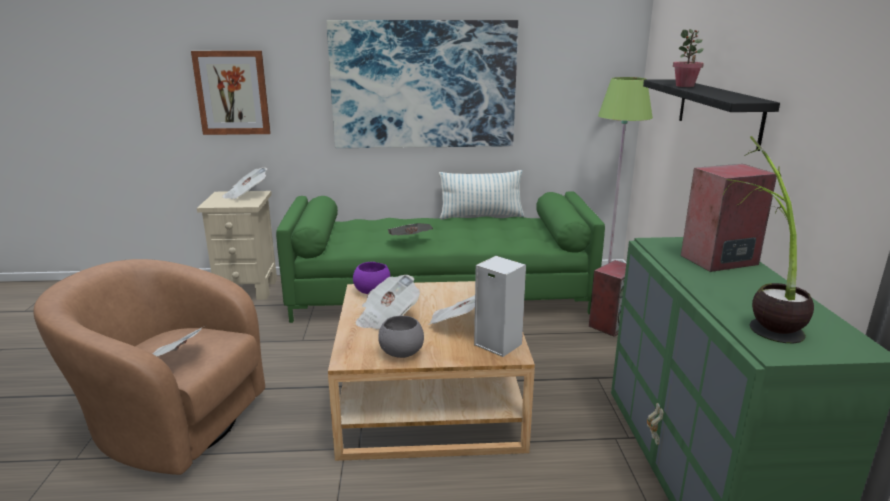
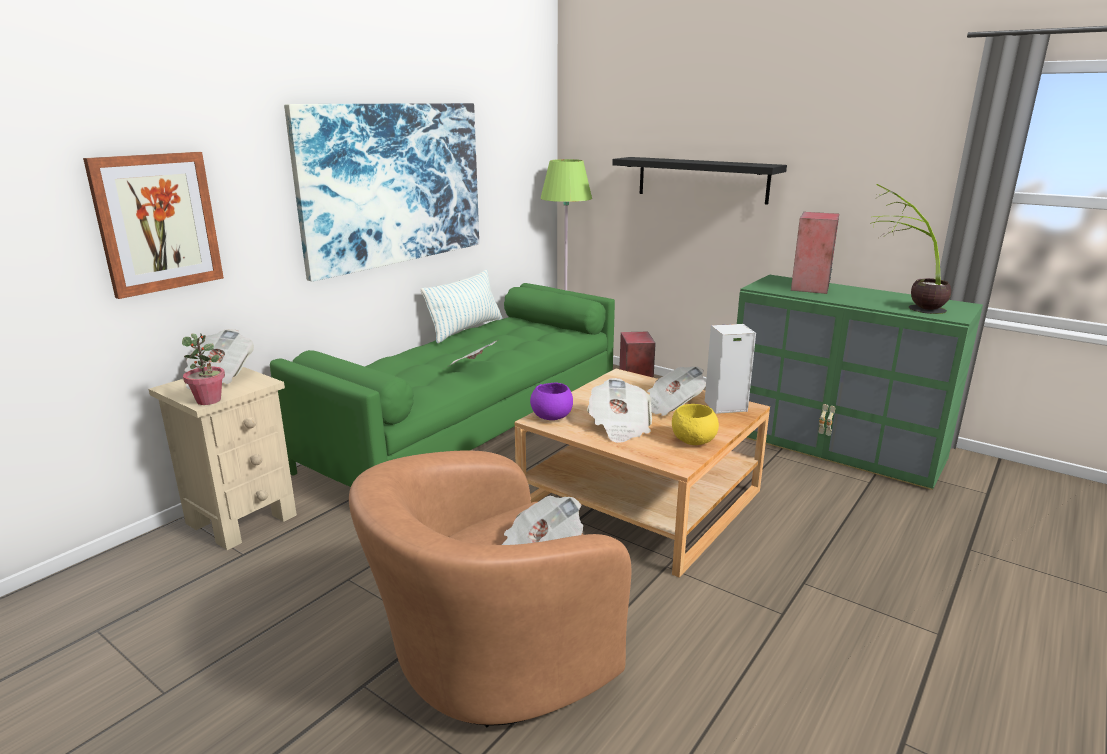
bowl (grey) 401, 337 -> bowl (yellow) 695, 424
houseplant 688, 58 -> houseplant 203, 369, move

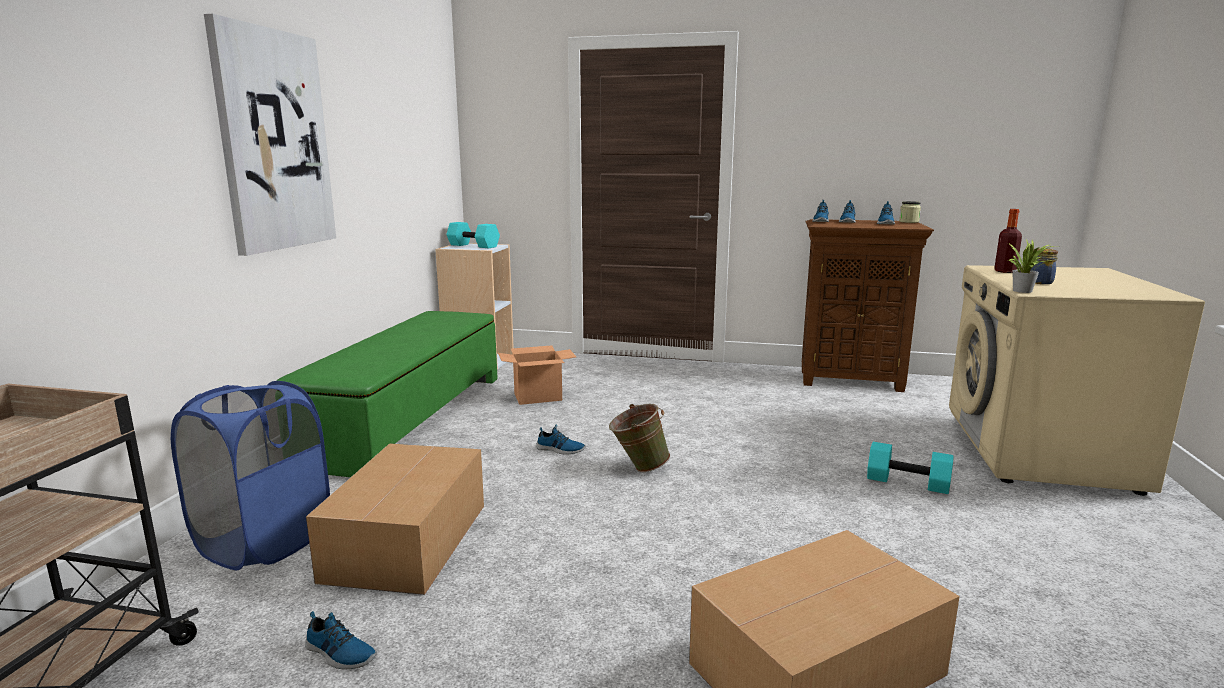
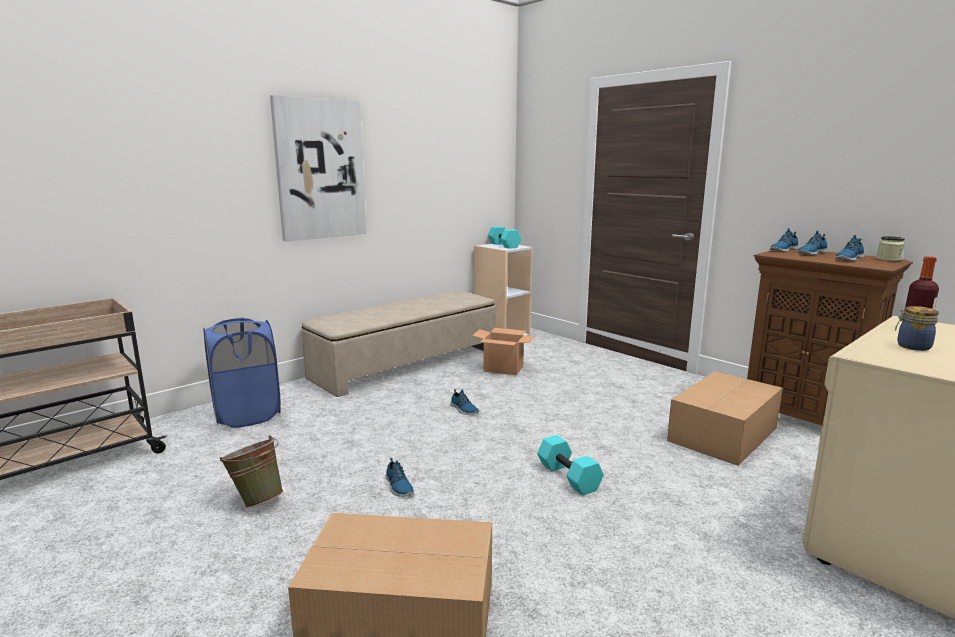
bench (green) 387, 394 -> bench (beige) 399, 344
low shoe 341, 640 -> low shoe 399, 477, move
cardboard box 395, 519 -> cardboard box 725, 418, move
pail (green) 639, 438 -> pail (green) 251, 471, move
hand weight (blue-green) 910, 468 -> hand weight (blue-green) 570, 465, move
houseplant 1030, 266 -> none

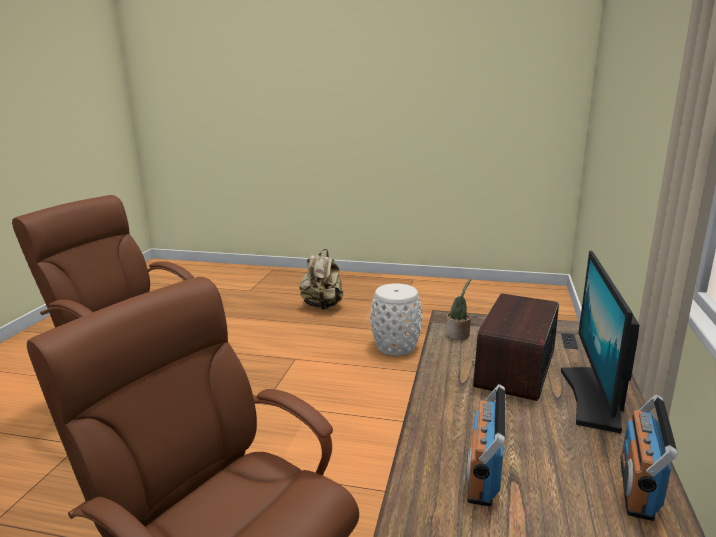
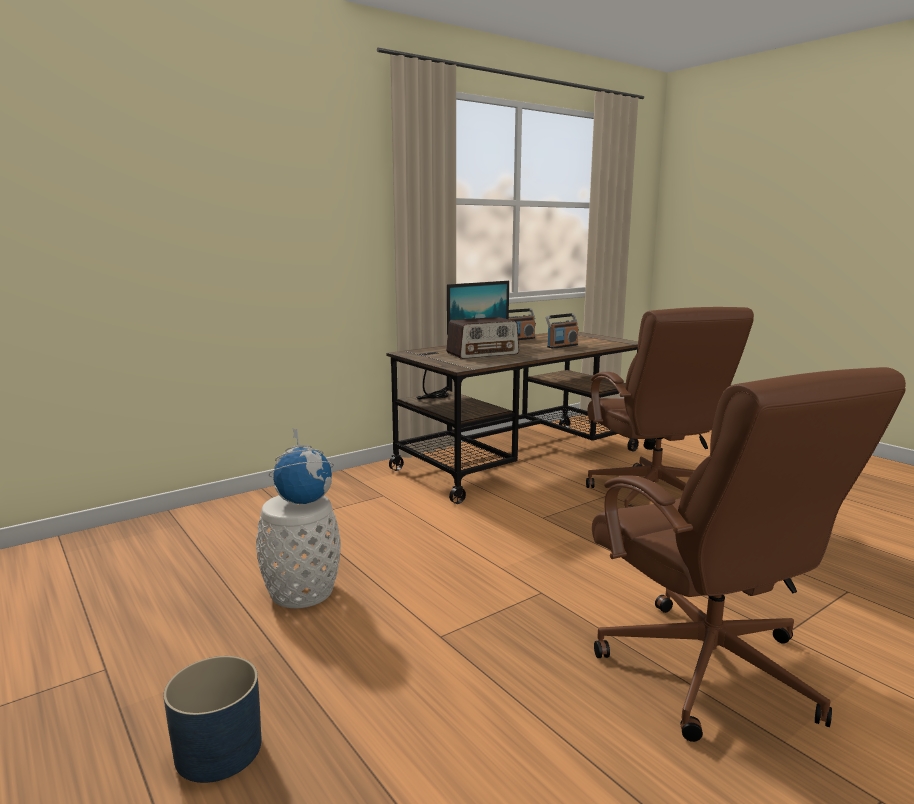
knapsack (beige) 322, 279 -> planter (bluish) 213, 719
houseplant 458, 309 -> none
none -> world globe 301, 466

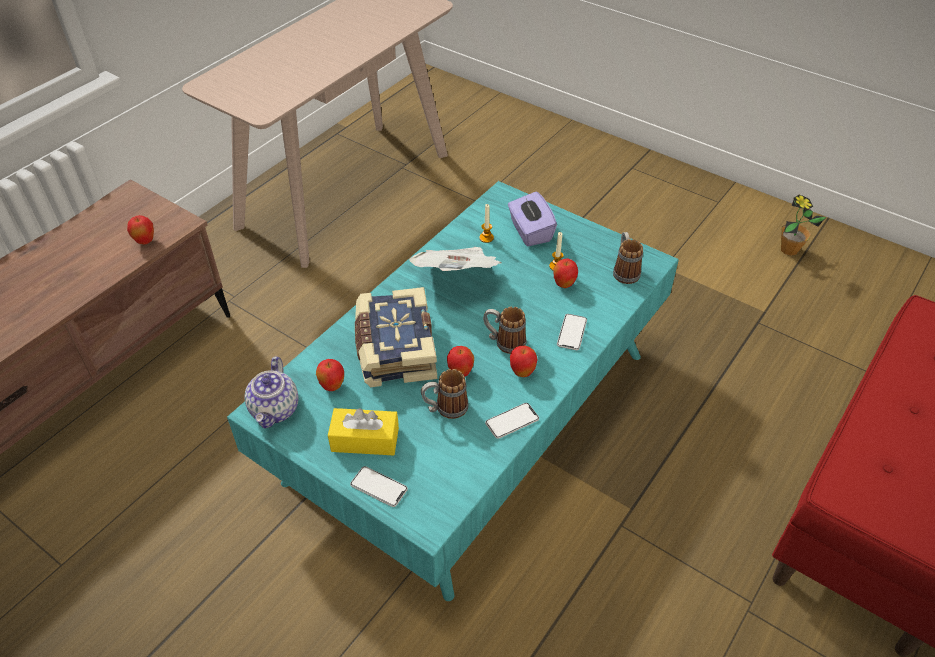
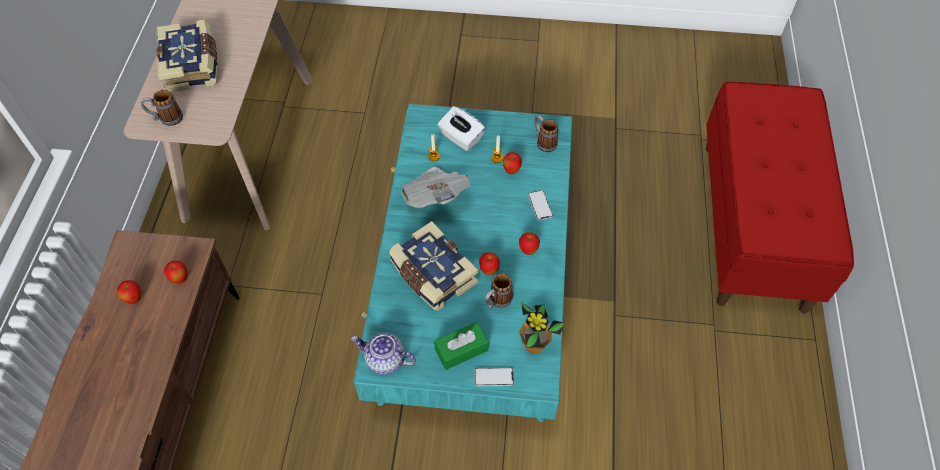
pot for tea 271, 392 -> pot for tea 383, 353, 135 degrees clockwise
apple 330, 375 -> apple 129, 292, move
tissue holder (yellow) 363, 432 -> tissue holder (green) 461, 346
tea mug 504, 330 -> tea mug 162, 108, move
telephone 512, 421 -> none
tissue holder (purple-coloured) 532, 219 -> tissue holder (white-coloured) 461, 128
houseplant 803, 225 -> houseplant 542, 328, move
none -> book 186, 56

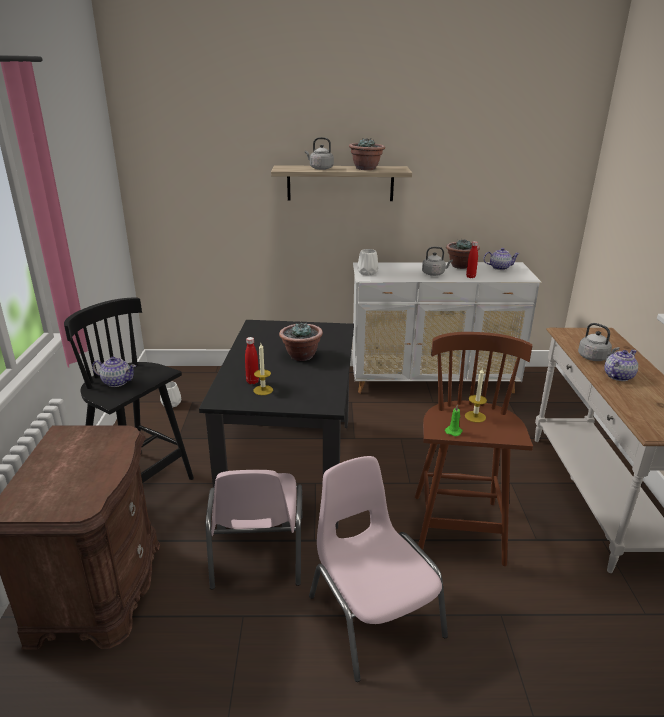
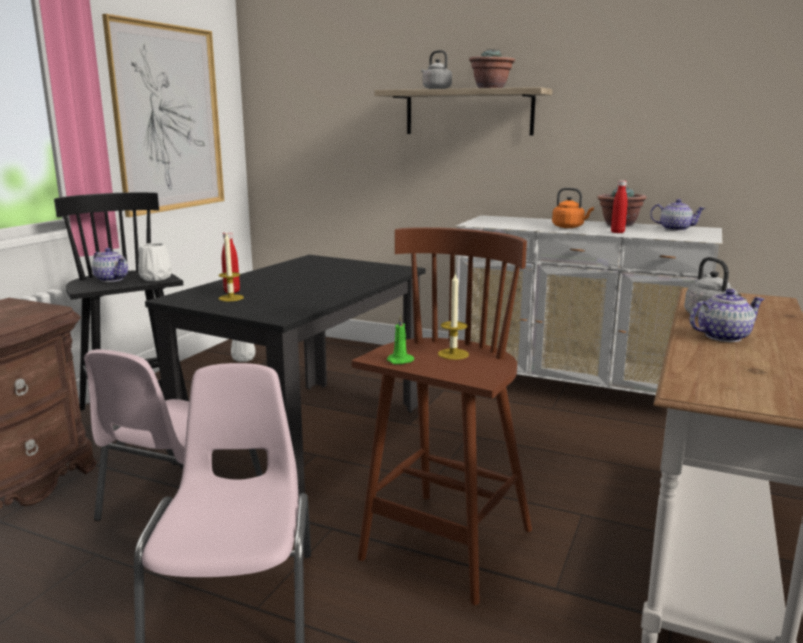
houseplant 301, 342 -> none
flower vase (white-coloured) 367, 262 -> flower vase (white-coloured) 155, 262, move
tea kettle (grey) 437, 261 -> tea kettle (orangey) 573, 208
none -> wall art 163, 115

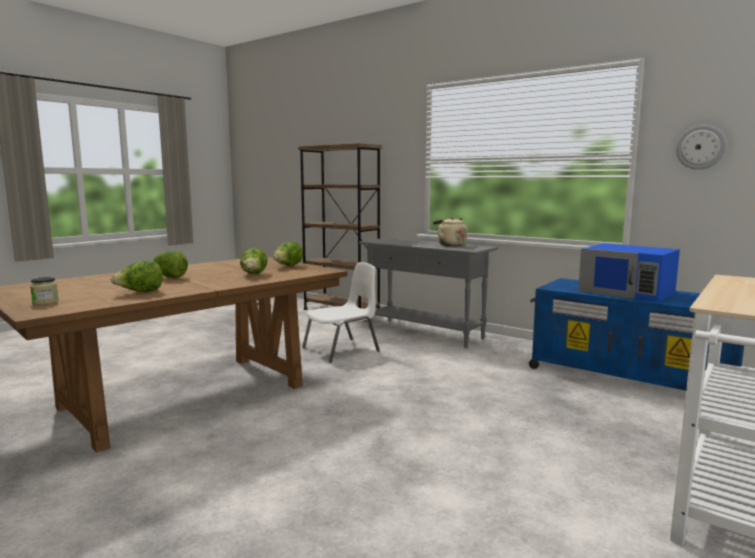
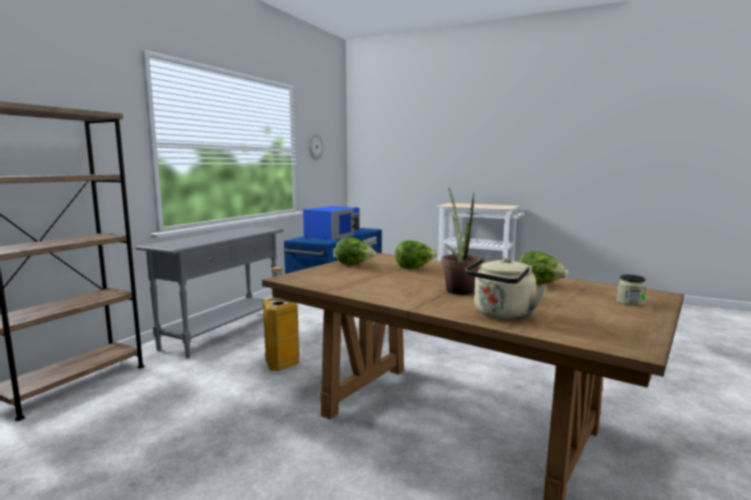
head of lettuce 170, 264 -> houseplant 461, 241
upright chair (white-coloured) 341, 312 -> waste bin 280, 319
tea kettle (beige) 450, 231 -> tea kettle (beige) 506, 288, move

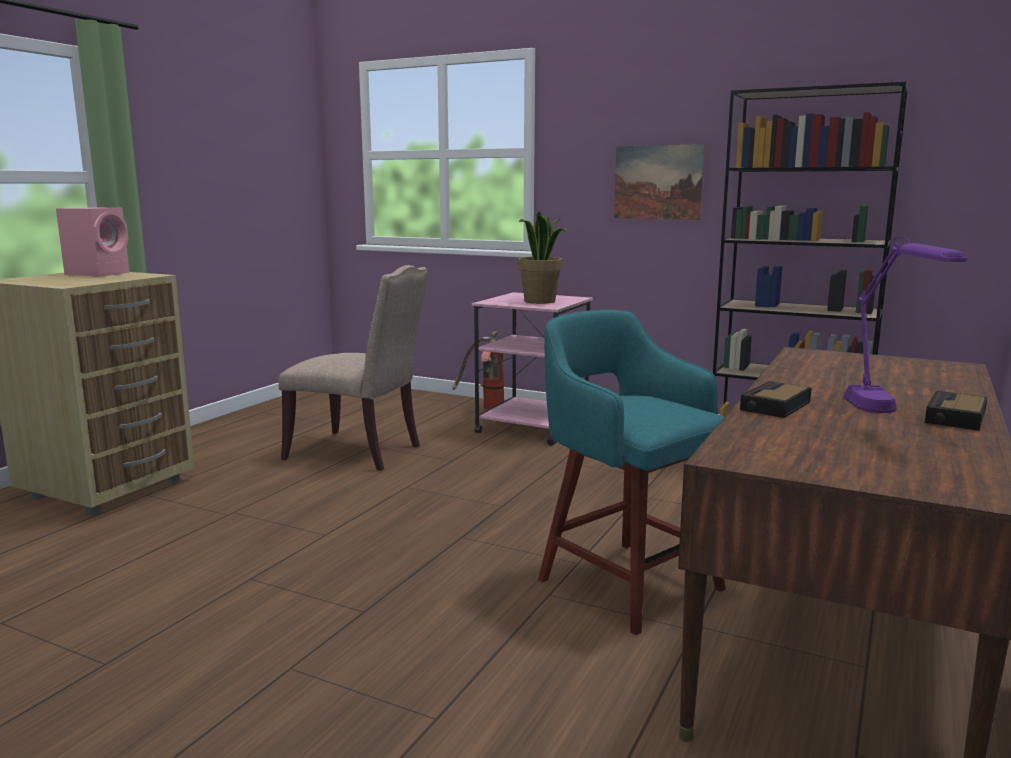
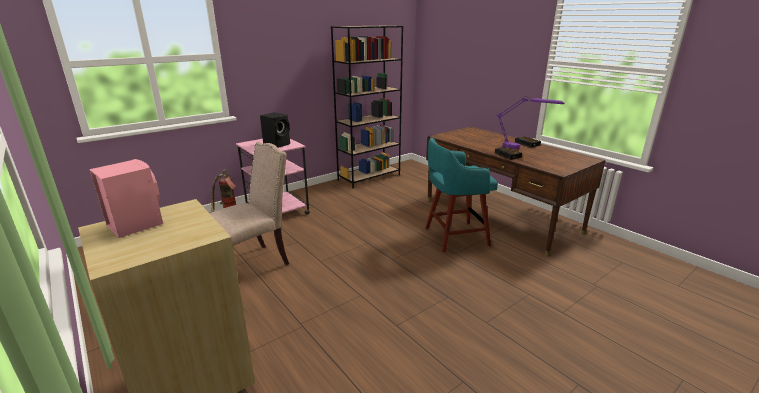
houseplant 542, 258 -> speaker (blackish) 275, 130
wall art 659, 182 -> none

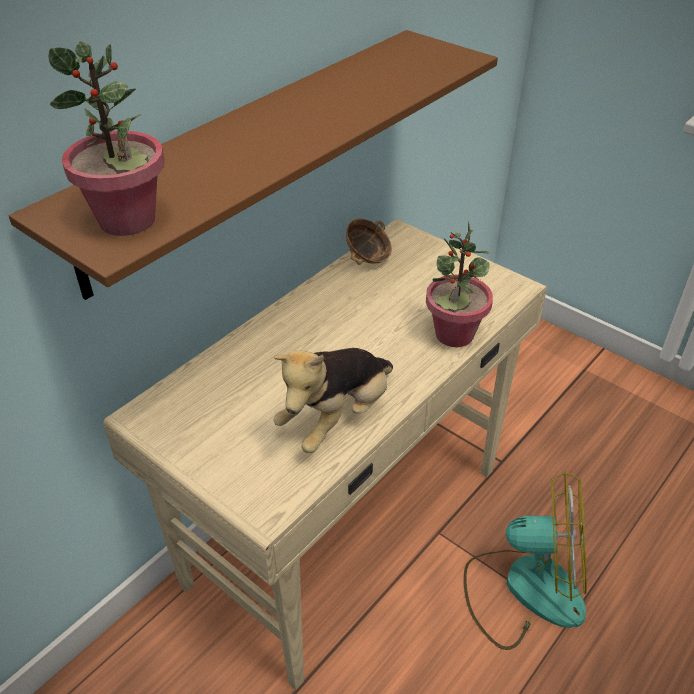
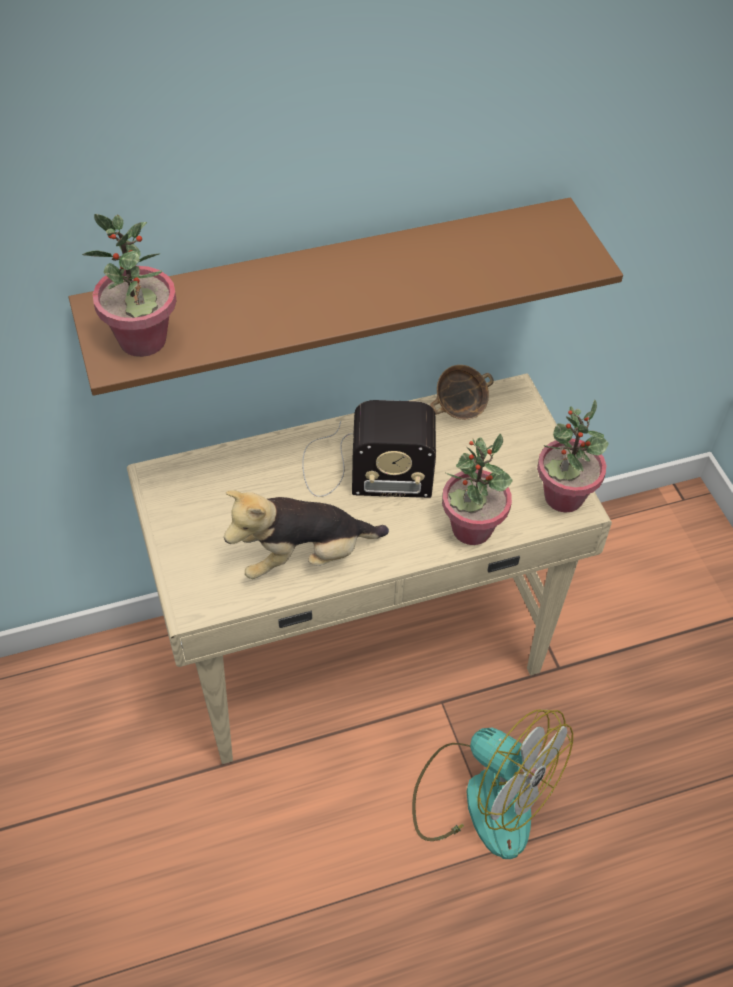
none -> radio 369, 449
none -> houseplant 573, 456

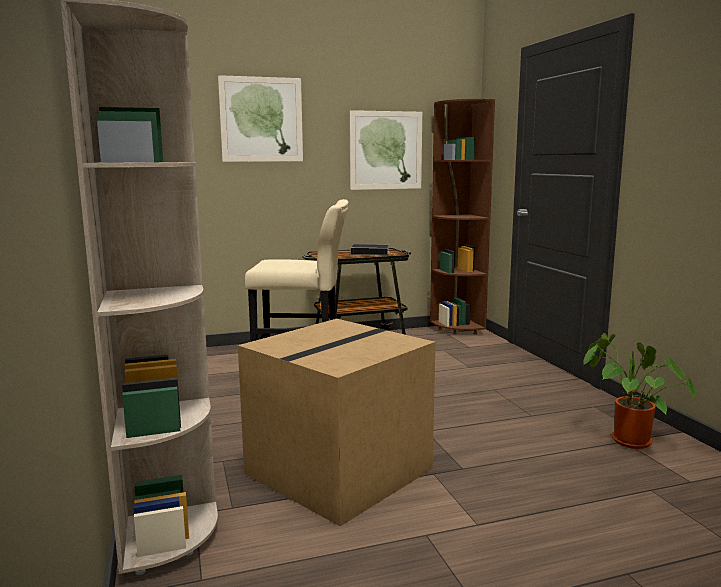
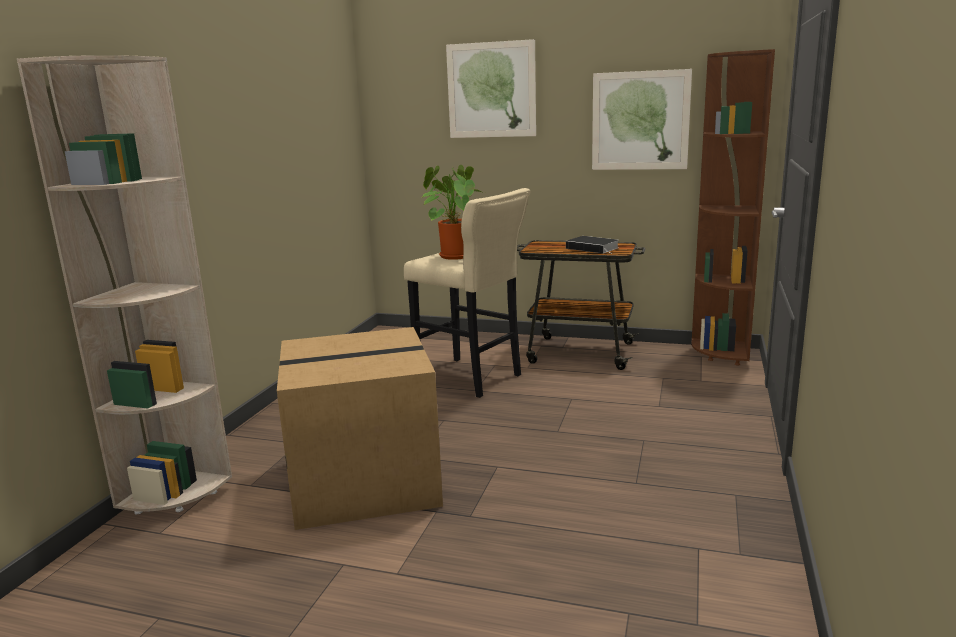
houseplant 639, 391 -> houseplant 453, 212, move

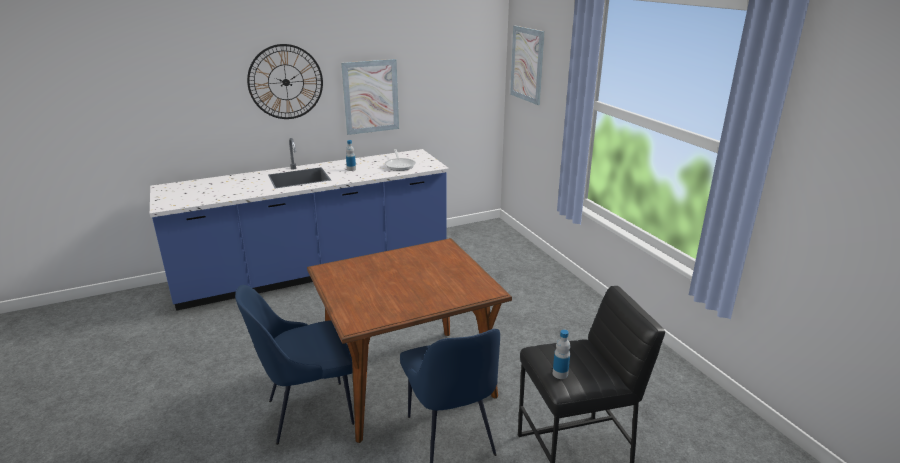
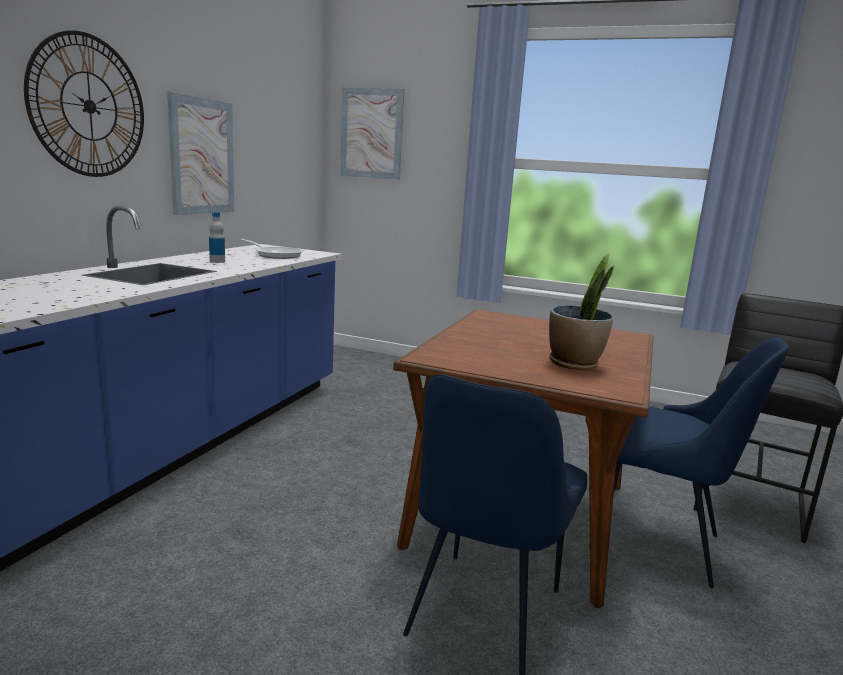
beverage bottle 561, 354 -> none
none -> houseplant 581, 311

